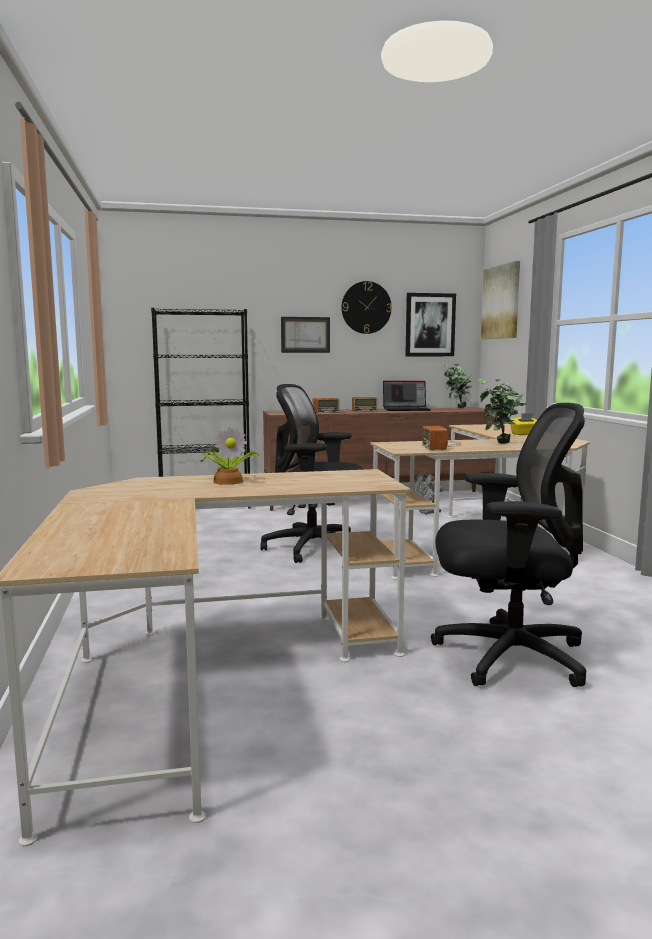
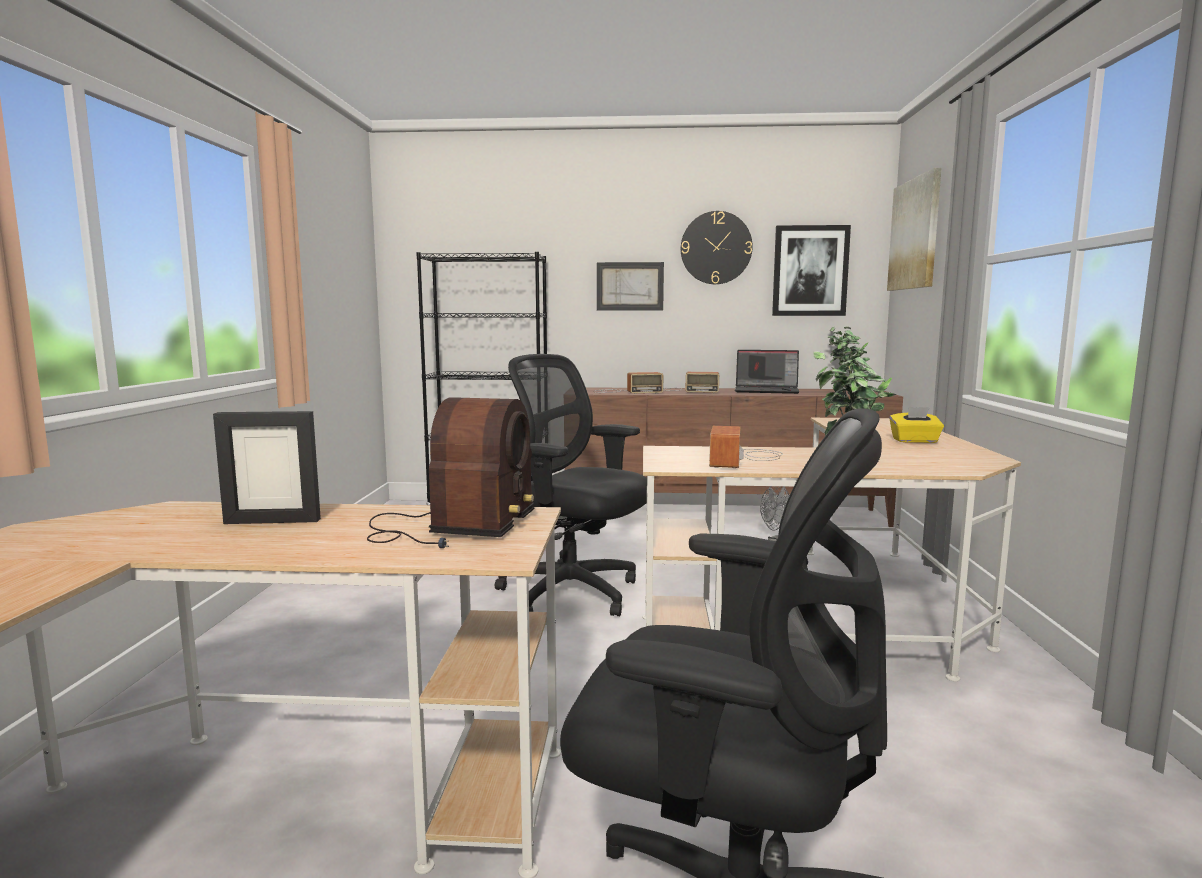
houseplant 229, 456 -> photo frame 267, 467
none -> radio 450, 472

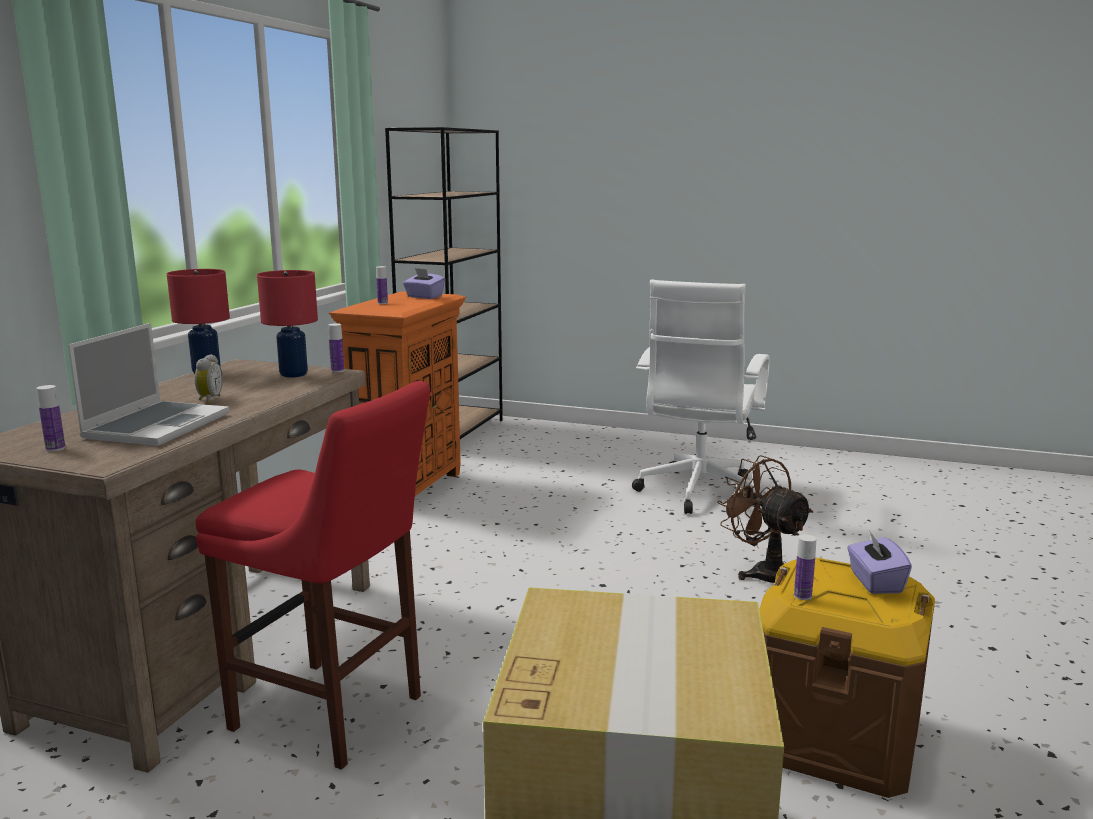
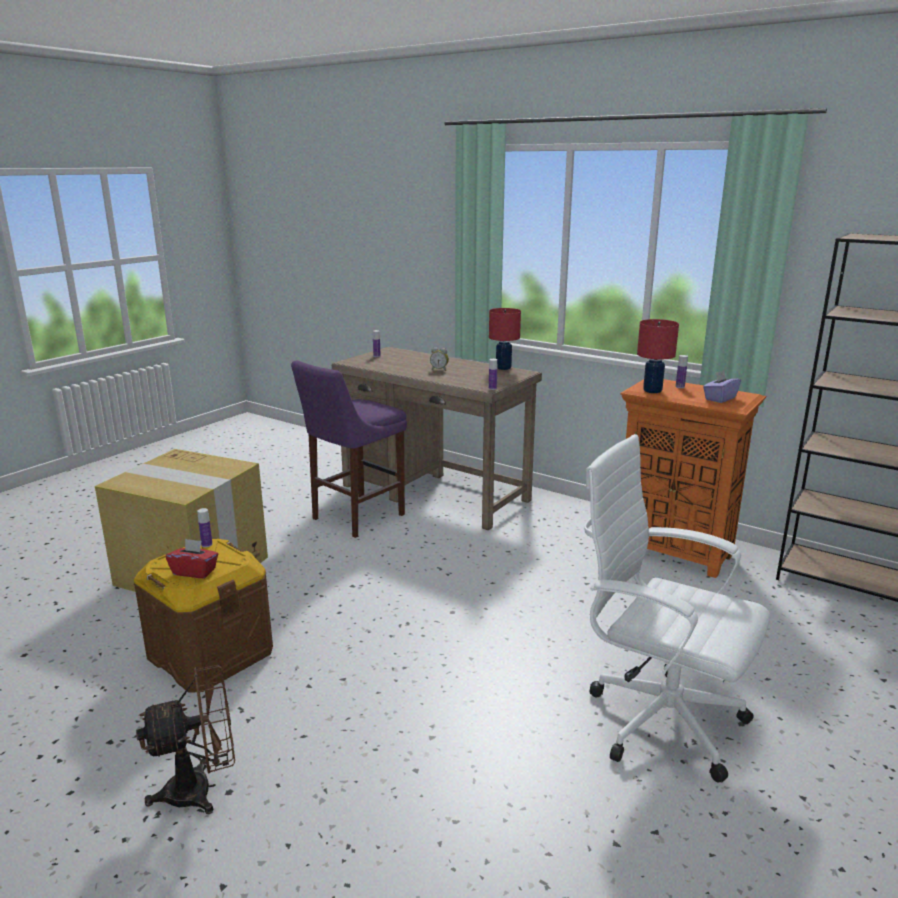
laptop 148, 384 -> none
stool (red-coloured) 313, 575 -> stool (purple-coloured) 349, 449
lamp for a table (red-coloured) 287, 324 -> lamp for a table (red-coloured) 658, 356, move
cooling fan (brown-coloured) 765, 519 -> cooling fan (brown-coloured) 185, 739, move
tissue holder (purple-coloured) 879, 562 -> tissue holder (red-coloured) 192, 558

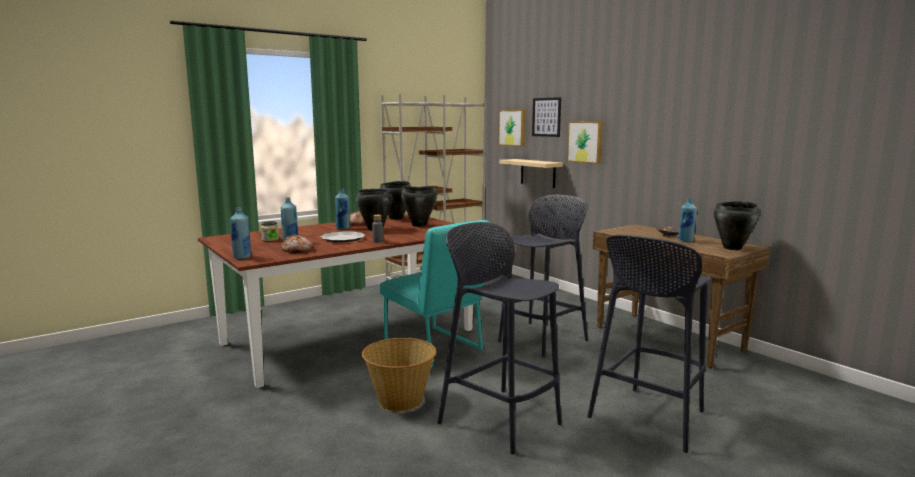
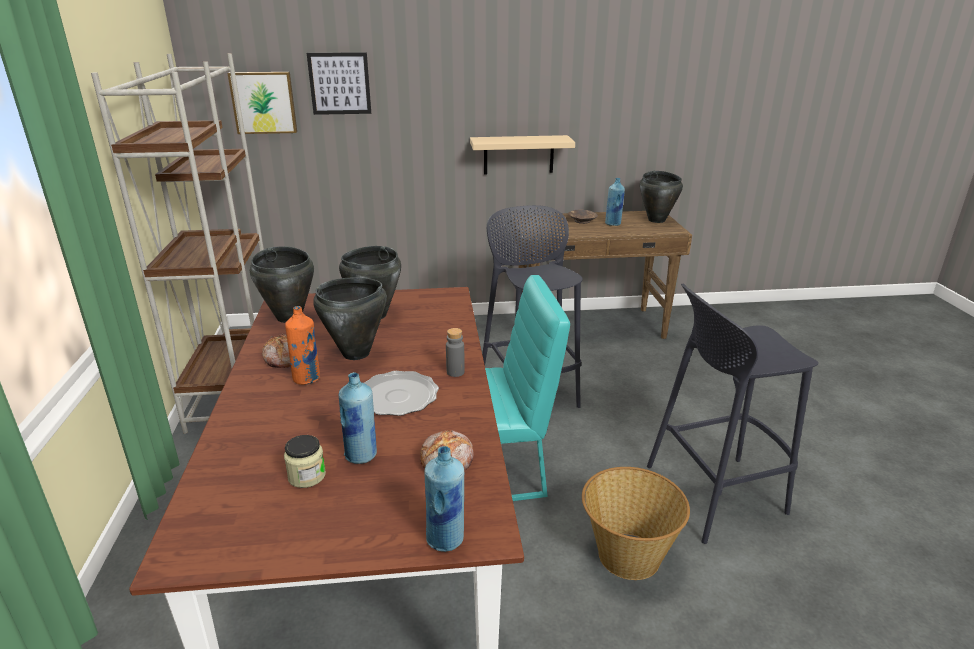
beverage bottle (bluish) 342, 209 -> beverage bottle (orangey) 302, 345
shelf (beige) 531, 173 -> shelf (beige) 522, 154, move
wall art 585, 143 -> none
stool (grey) 648, 344 -> none

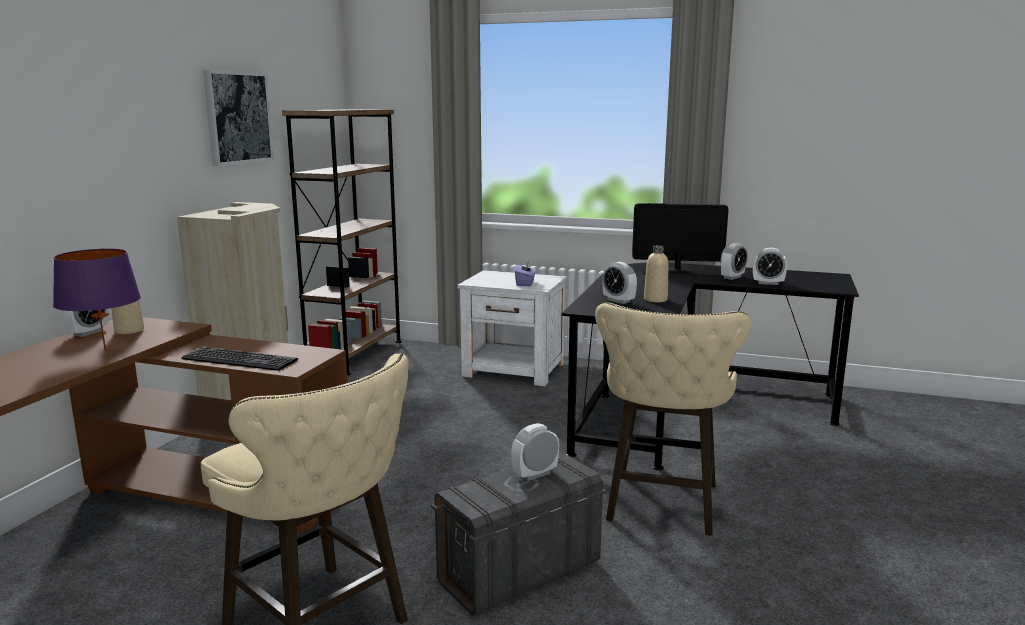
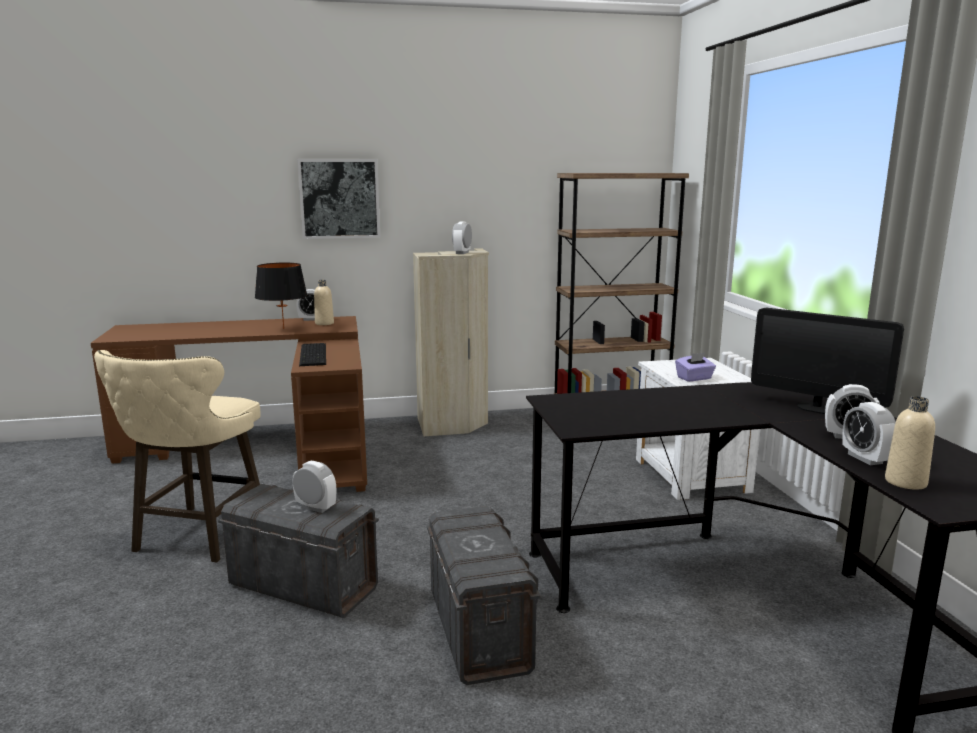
lamp for a table (purple-coloured) 97, 299 -> lamp for a table (blackish) 281, 296
wall art 238, 118 -> wall art 338, 199, move
stool (beige) 673, 419 -> storage box (grey) 483, 595
bedside clock 619, 283 -> bedside clock 462, 237, move
computer screen 680, 238 -> computer screen 827, 361, 150 degrees clockwise
beverage bottle (beige) 656, 273 -> beverage bottle (beige) 910, 443, move

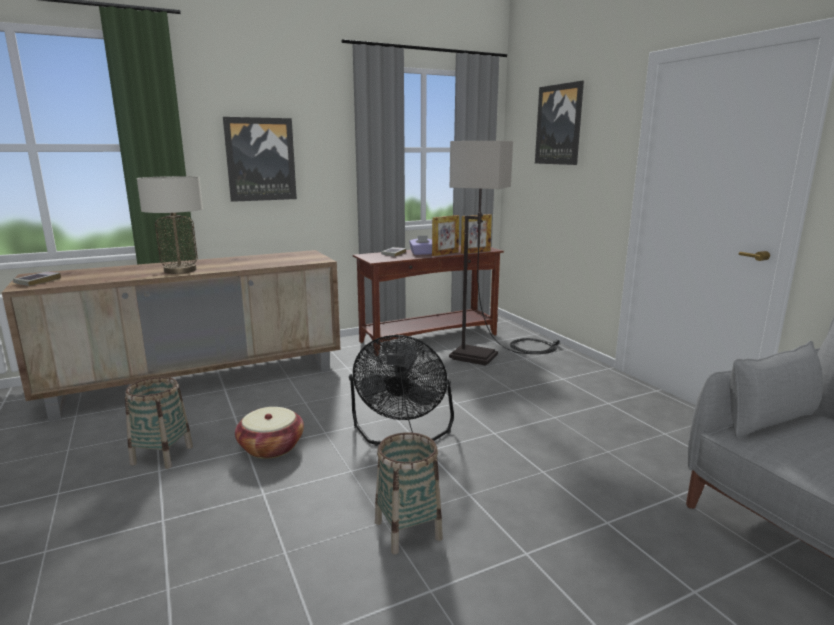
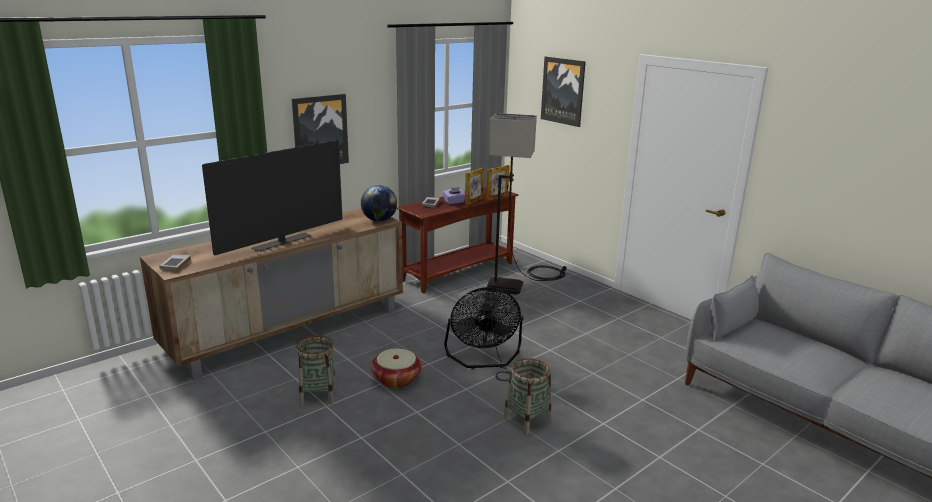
lamp for a table 170, 225 -> television 272, 197
none -> world globe 379, 203

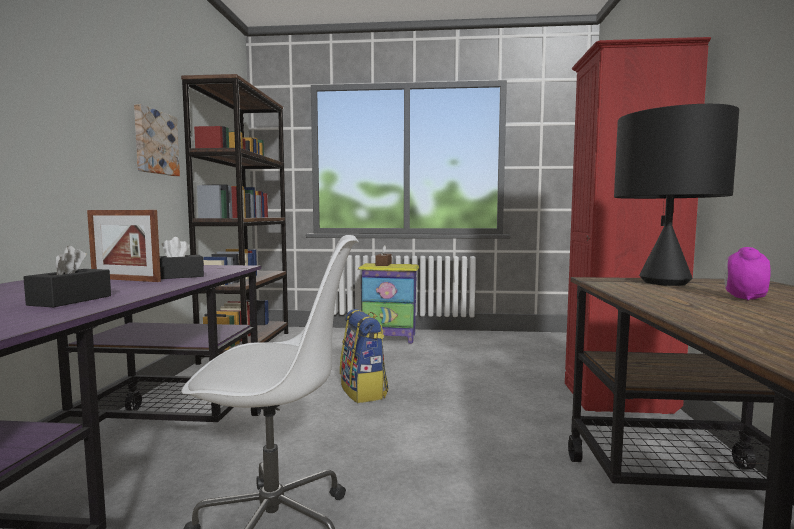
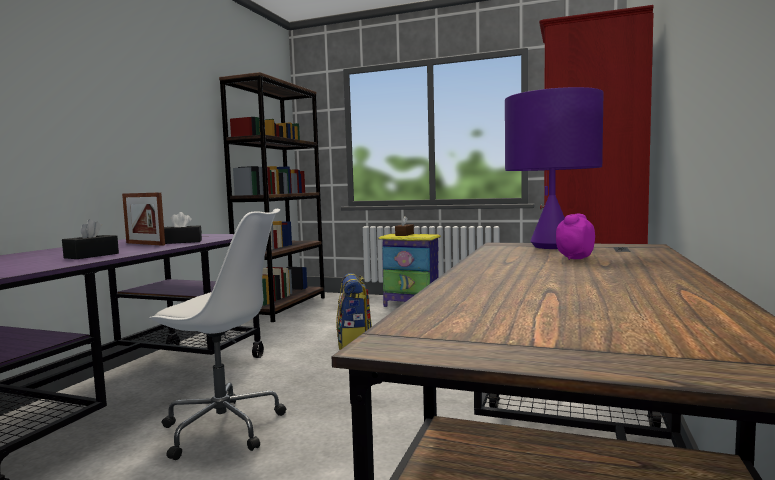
wall art 157, 140 -> none
lamp for a table (blackish) 676, 195 -> lamp for a table (purple-coloured) 554, 168

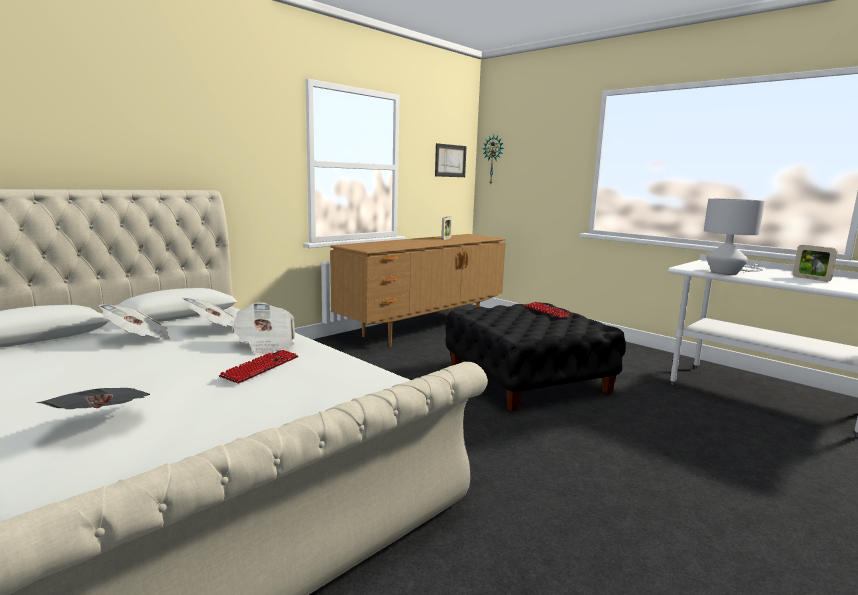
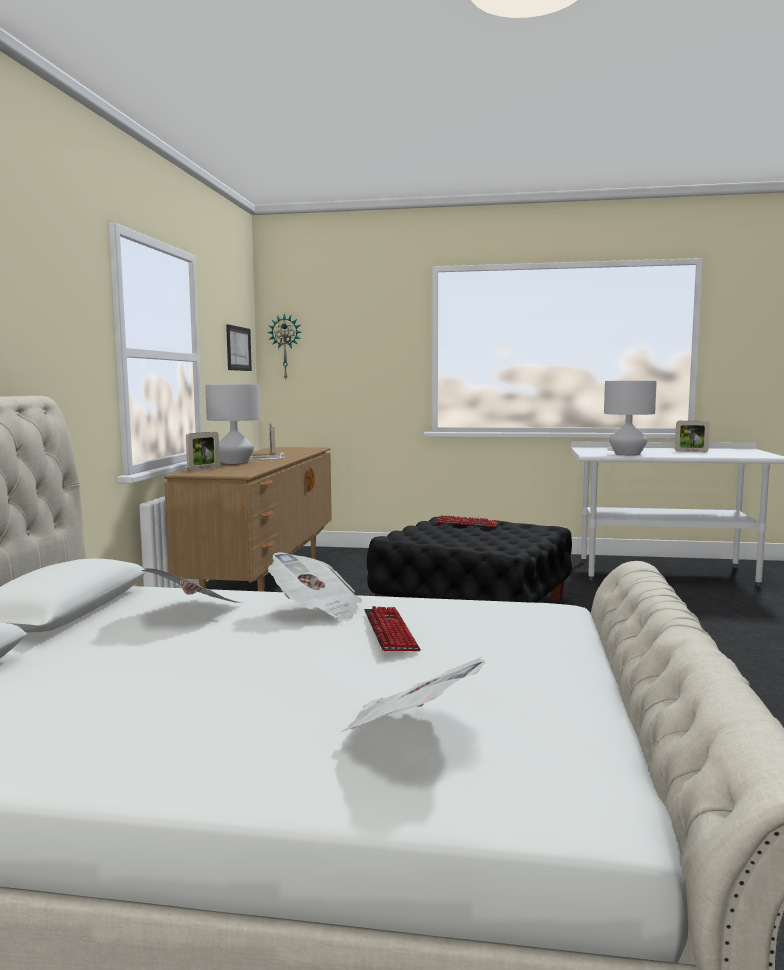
printed paper 134, 322 -> none
none -> photo frame 203, 451
none -> lamp for a table (grey) 244, 424

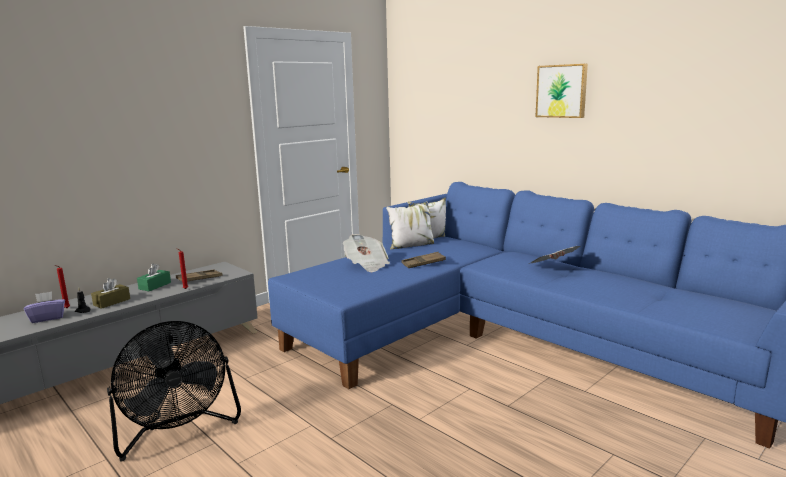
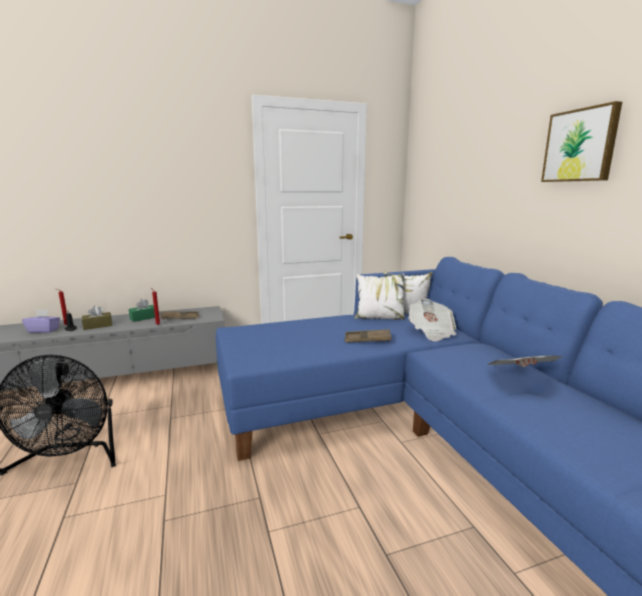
printed paper 366, 253 -> printed paper 432, 320, move

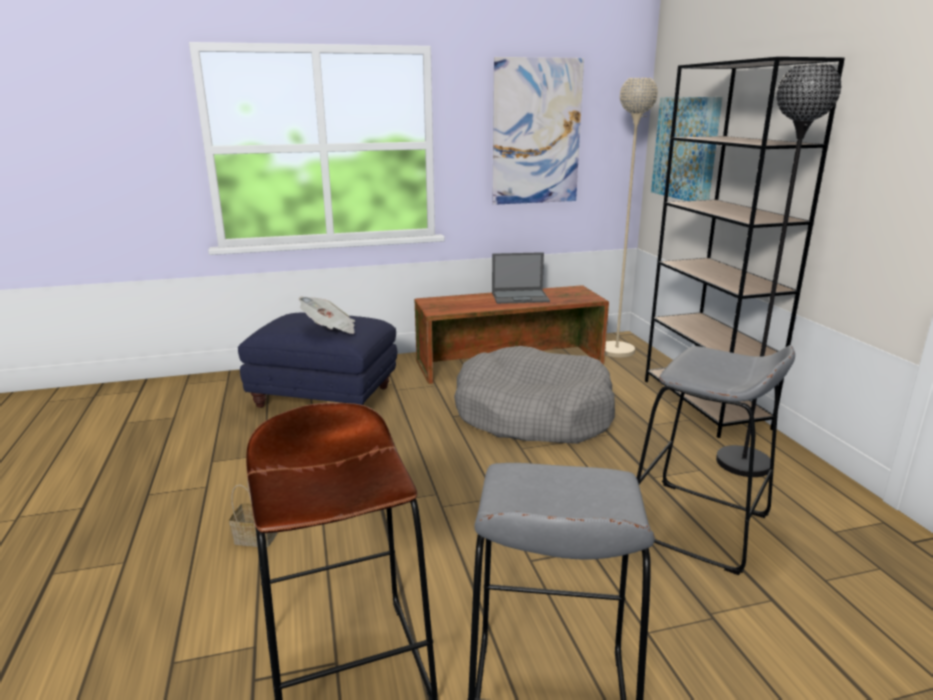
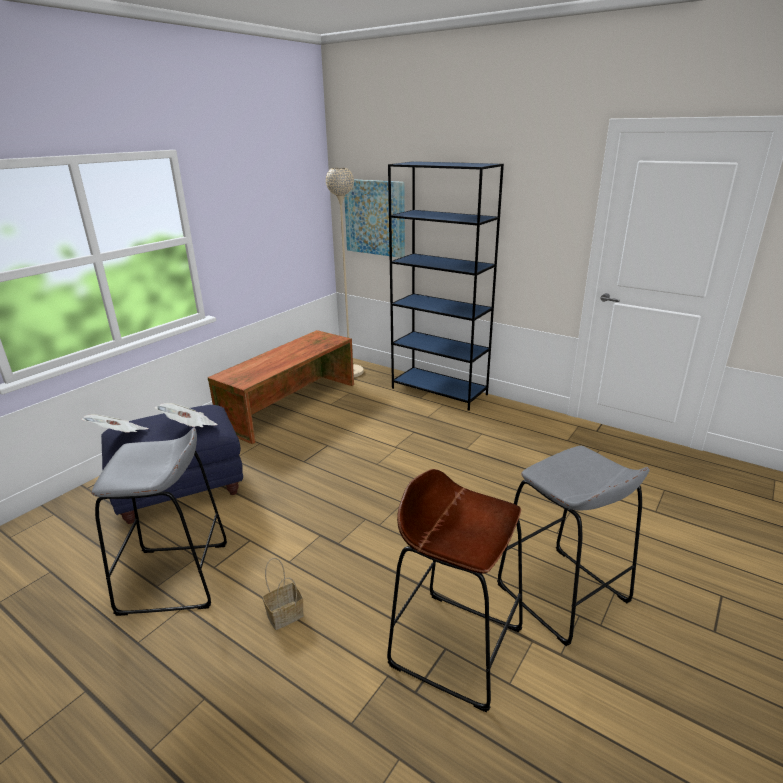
dog bed (grey) 534, 395 -> none
wall art 538, 131 -> none
laptop 521, 278 -> none
stool (grey) 716, 460 -> stool (grey) 159, 522, move
shelving unit (beige) 745, 247 -> shelving unit (bluish) 446, 286
standing lamp (blackish) 778, 270 -> none
none -> printed paper 115, 423

